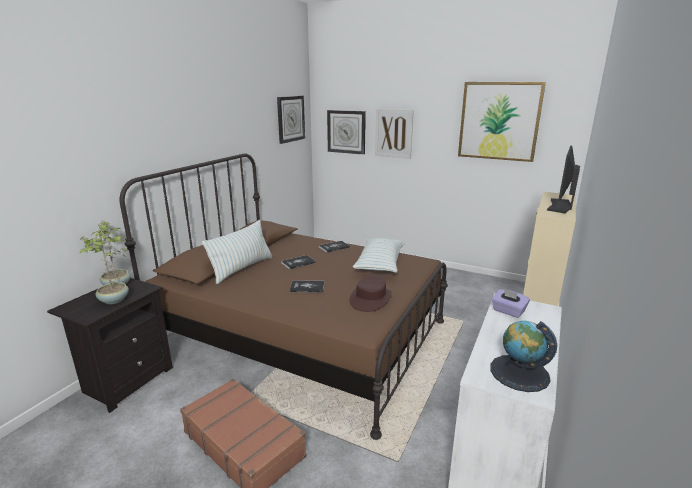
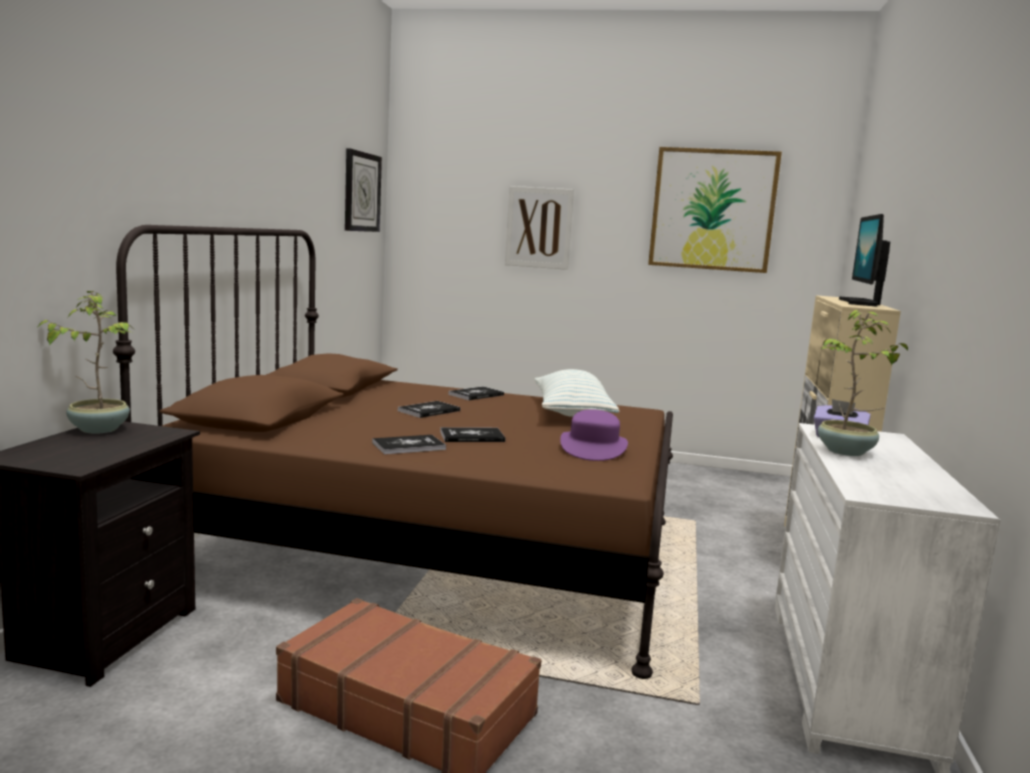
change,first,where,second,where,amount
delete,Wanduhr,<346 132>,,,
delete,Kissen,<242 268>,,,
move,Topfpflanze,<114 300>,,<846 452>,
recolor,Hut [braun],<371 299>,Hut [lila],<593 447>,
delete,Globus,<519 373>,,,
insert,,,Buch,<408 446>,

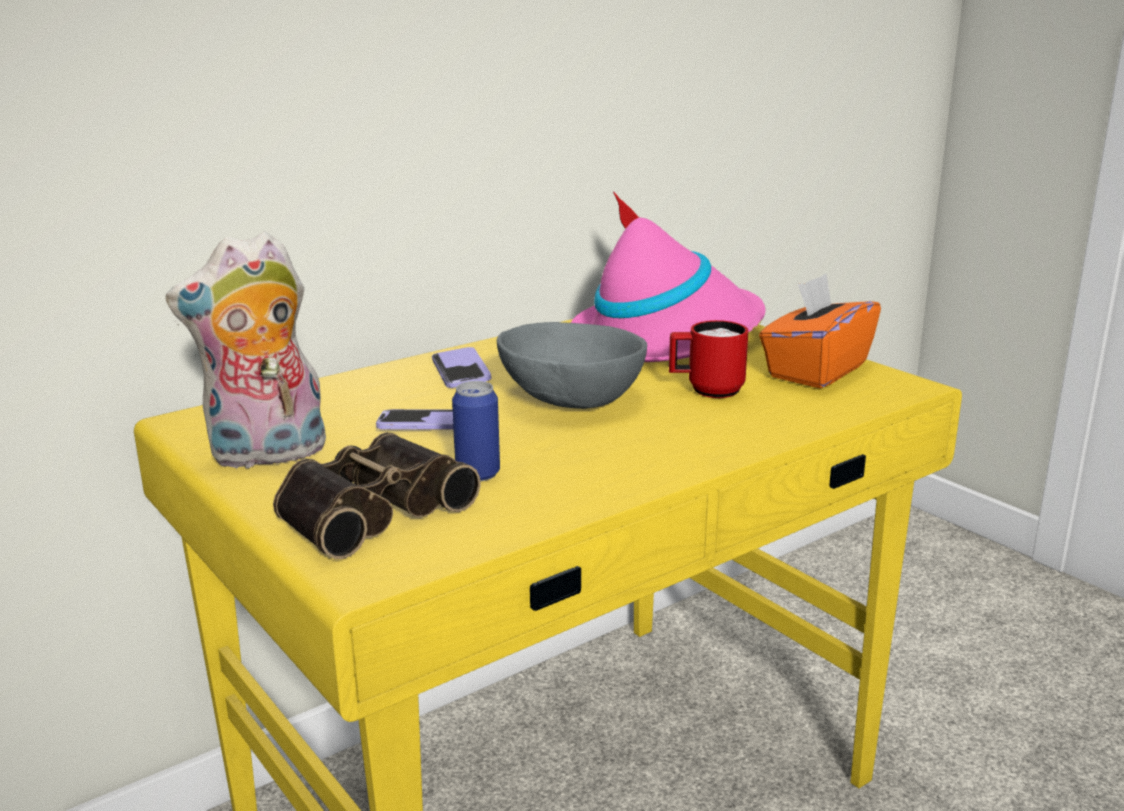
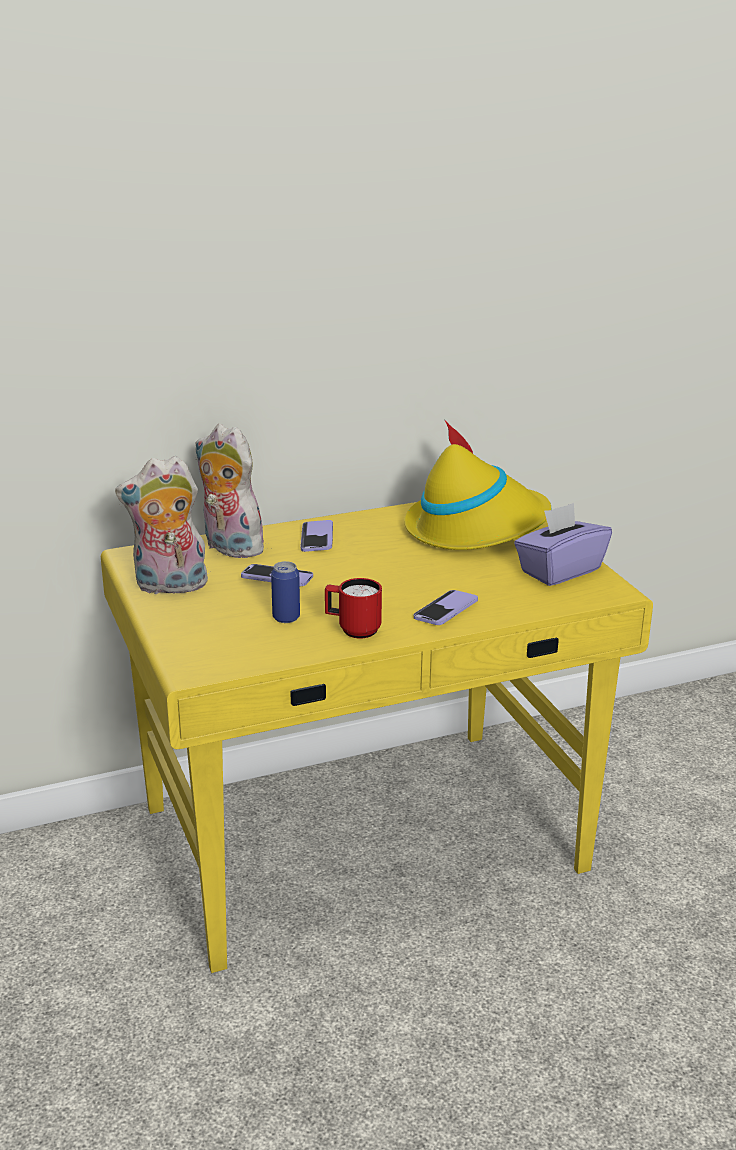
change,first,where,second,where,amount
recolor,Hut [rosa],<667 338>,Hut [gelb],<476 528>,
recolor,Taschentuchbox [orange],<816 370>,Taschentuchbox [lila],<559 570>,
move,Henkelbecher [rot],<706 390>,,<353 629>,
delete,Schüssel [grau],<572 399>,,,
delete,Fernglas,<369 510>,,,
insert,,,Plüschtier,<228 547>,
insert,,,Handy,<446 610>,

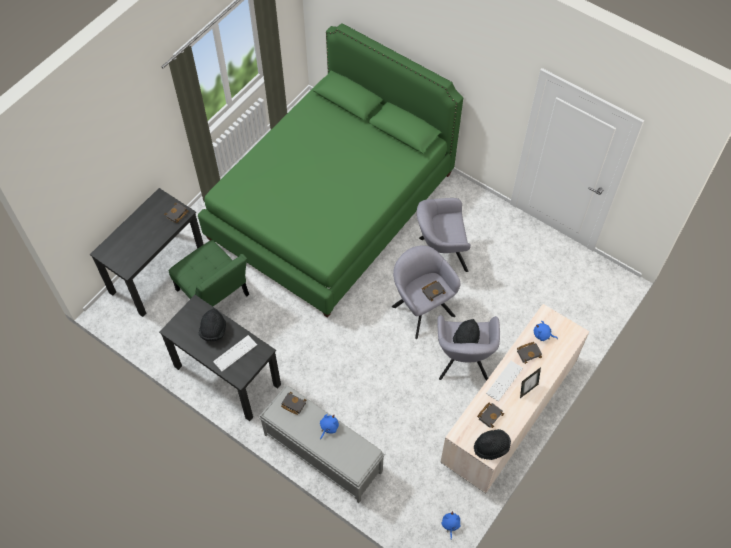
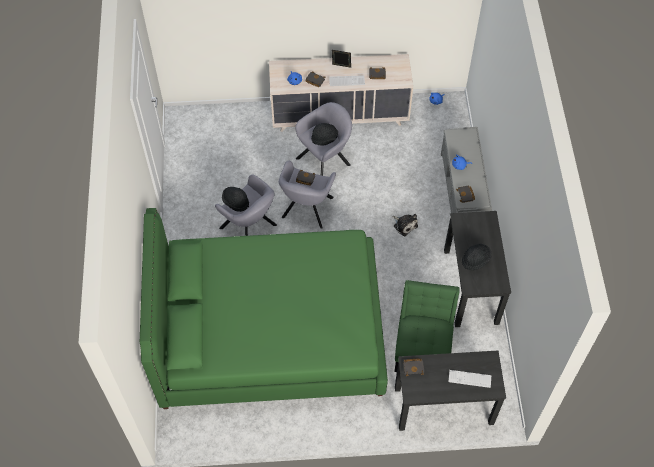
change,first,where,second,where,amount
move,Tastatur,<235 353>,,<469 379>,
move,Hut [schwarz],<491 447>,,<236 202>,
insert,,,Plüschtier,<404 225>,

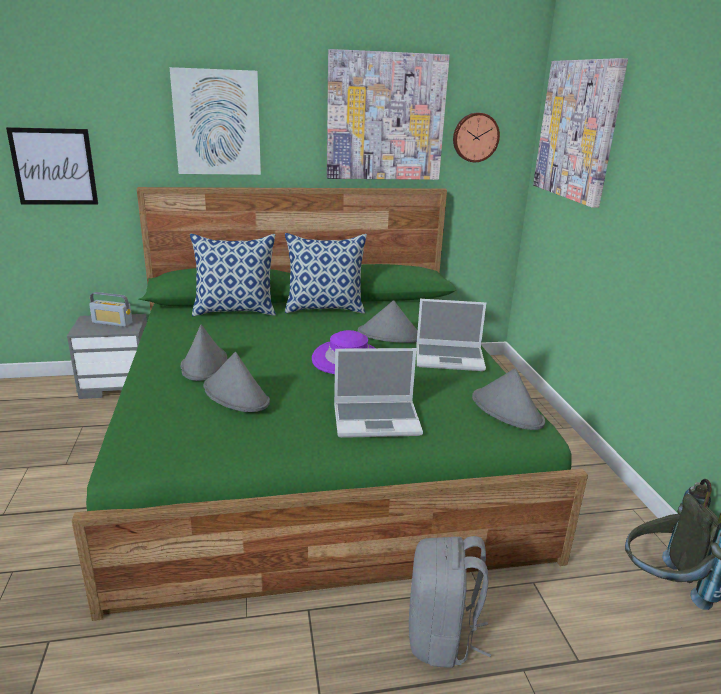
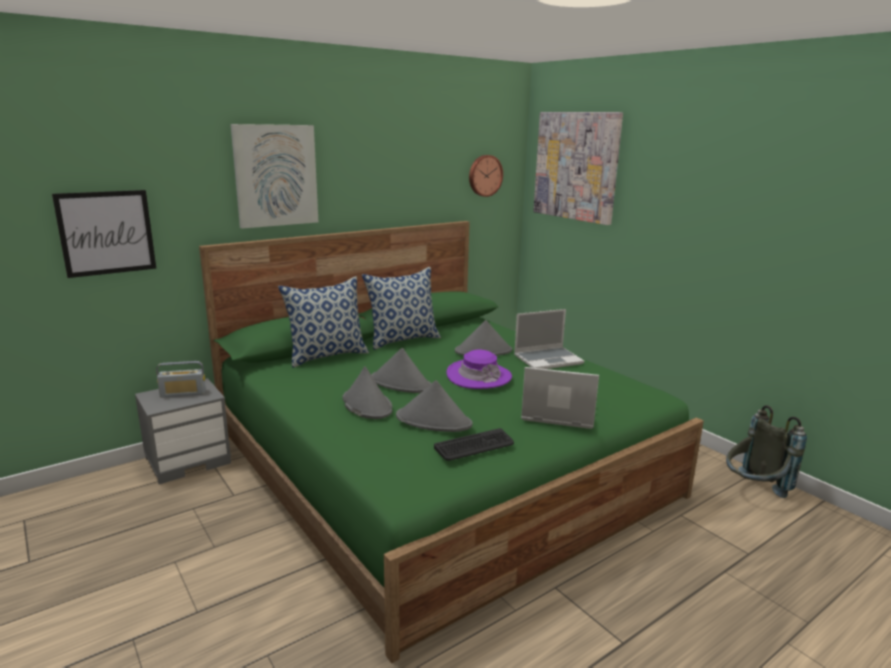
change,first,where,second,where,amount
delete,Bild,<385 117>,,,
rotate,Laptop,<377 420>,,<557 414>,135 degrees counterclockwise
move,Hut [grau],<507 410>,,<401 383>,
delete,Rucksack [grau],<441 637>,,,
insert,,,Tastatur,<474 446>,

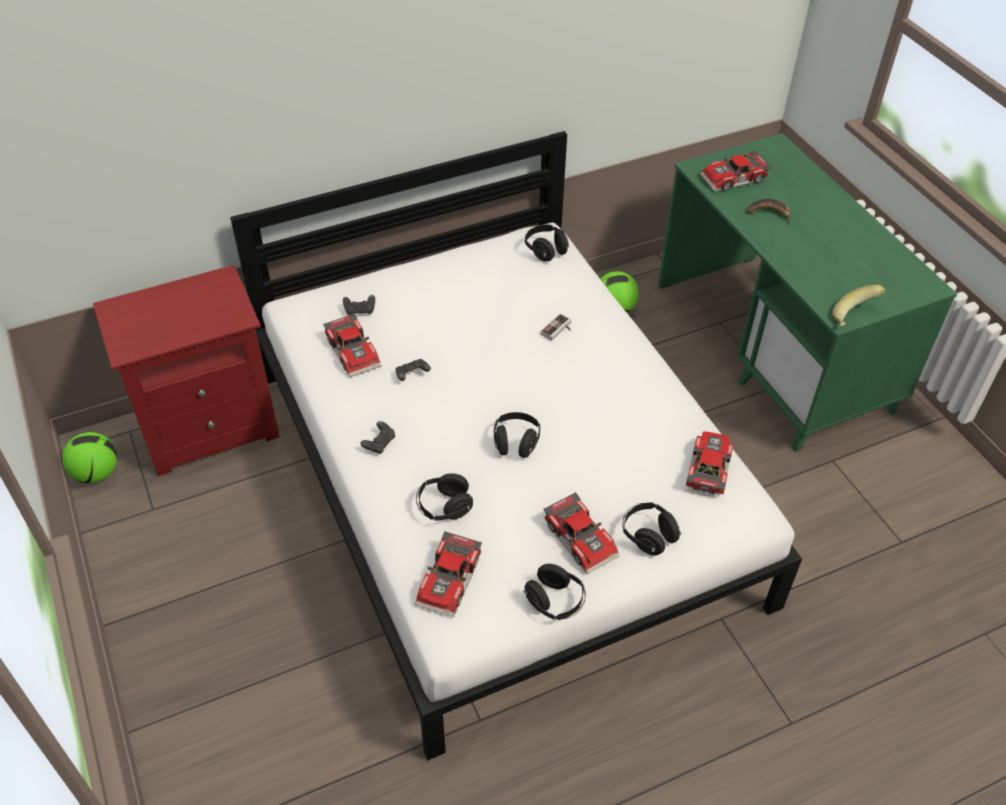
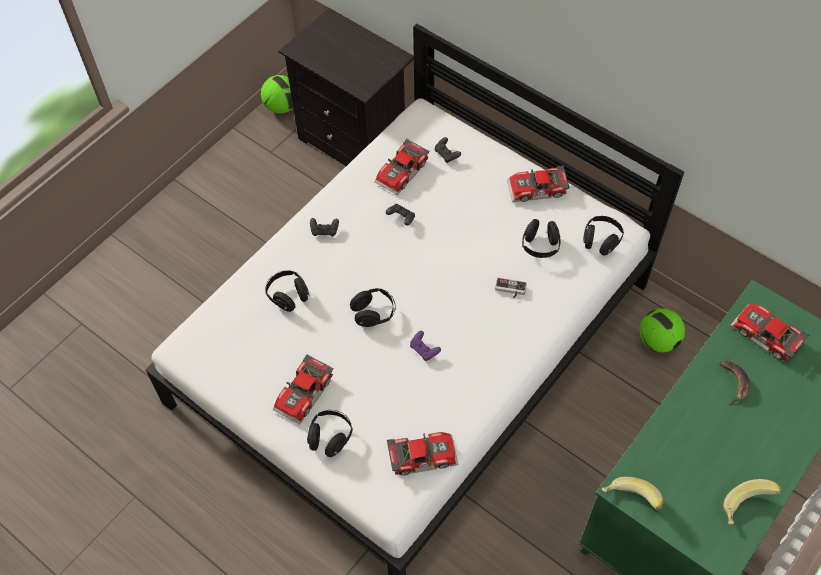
change,first,where,second,where,amount
recolor,Nachttisch [rot],<210 427>,Nachttisch [schwarz],<355 142>,
move,Spielzeugauto,<451 580>,,<537 190>,
move,Kopfhörer [schwarz],<555 602>,,<540 246>,
insert,,,Gamepad [lila],<424 350>,
insert,,,Banane,<746 508>,

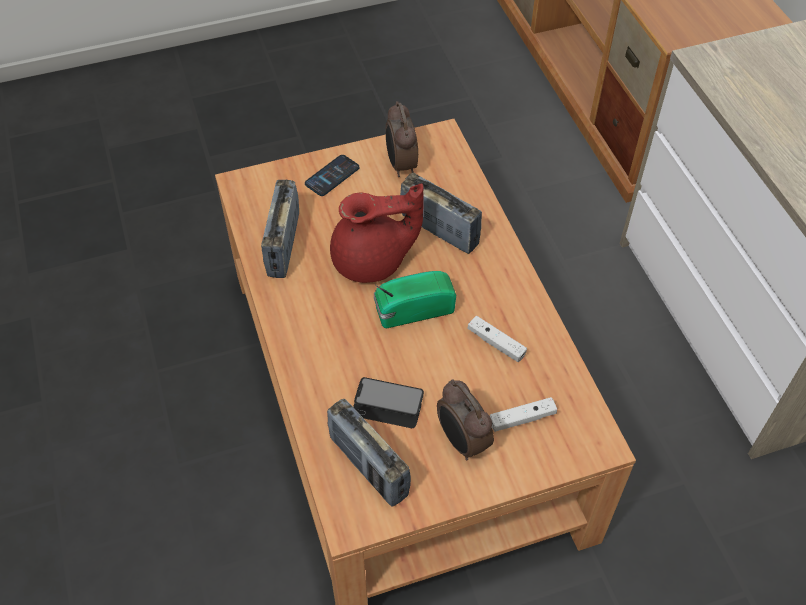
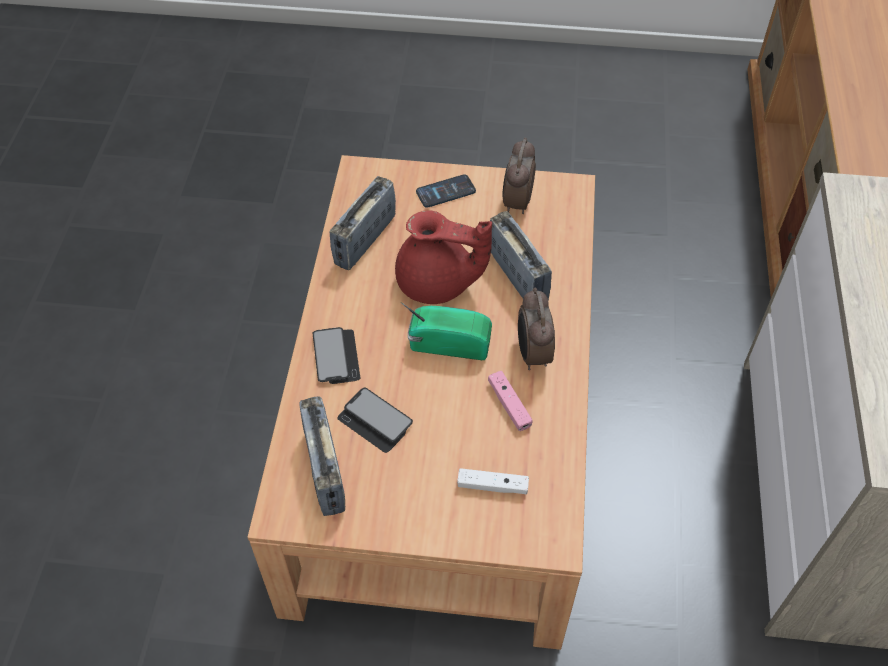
change,first,where,second,where,amount
recolor,Gamepad [weiß],<496 343>,Gamepad [rosa],<509 405>,
move,Wecker,<461 442>,,<532 354>,
insert,,,Handy,<336 357>,

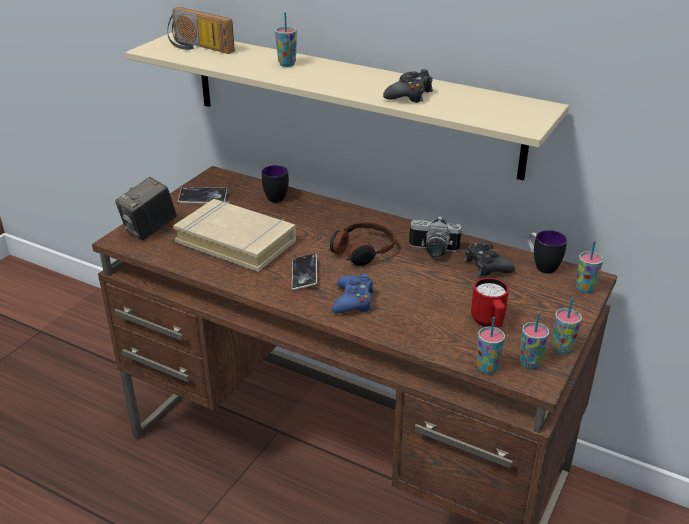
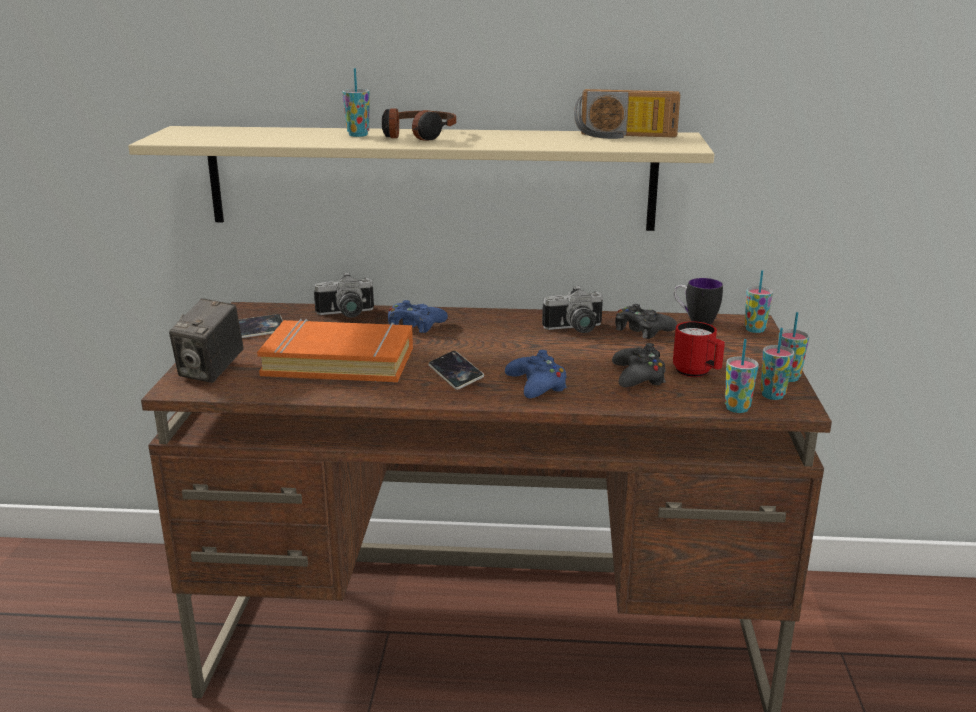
change,first,where,second,where,amount
move,Radio,<198 47>,,<624 136>,
move,Gamepad [schwarz],<409 95>,,<638 376>,
replace,Henkelbecher,<277 196>,Kamera,<346 314>,
recolor,Buch [beige],<236 241>,Buch [orange],<339 361>,
move,Kopfhörer,<361 251>,,<417 135>,
insert,,,Gamepad [blau],<415 325>,

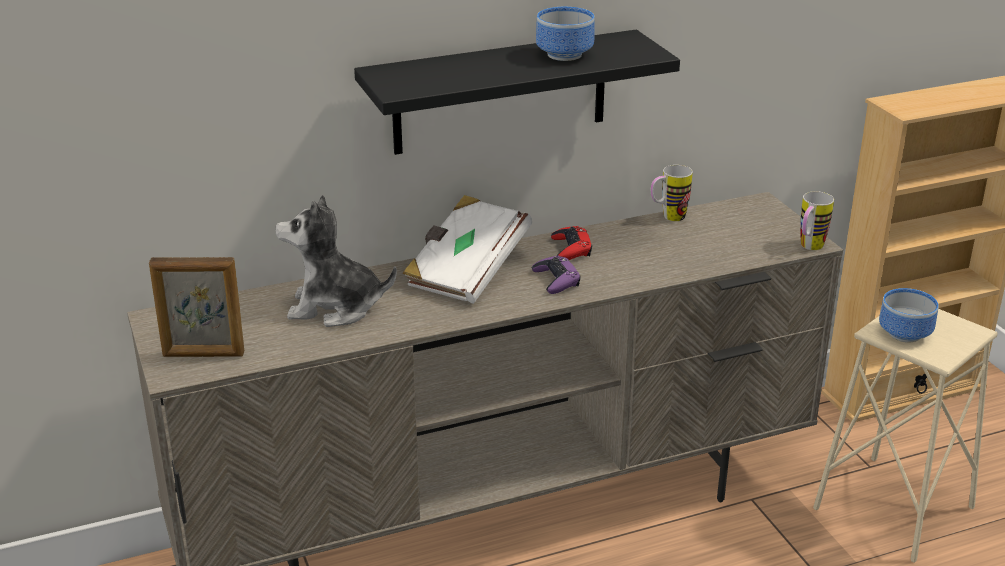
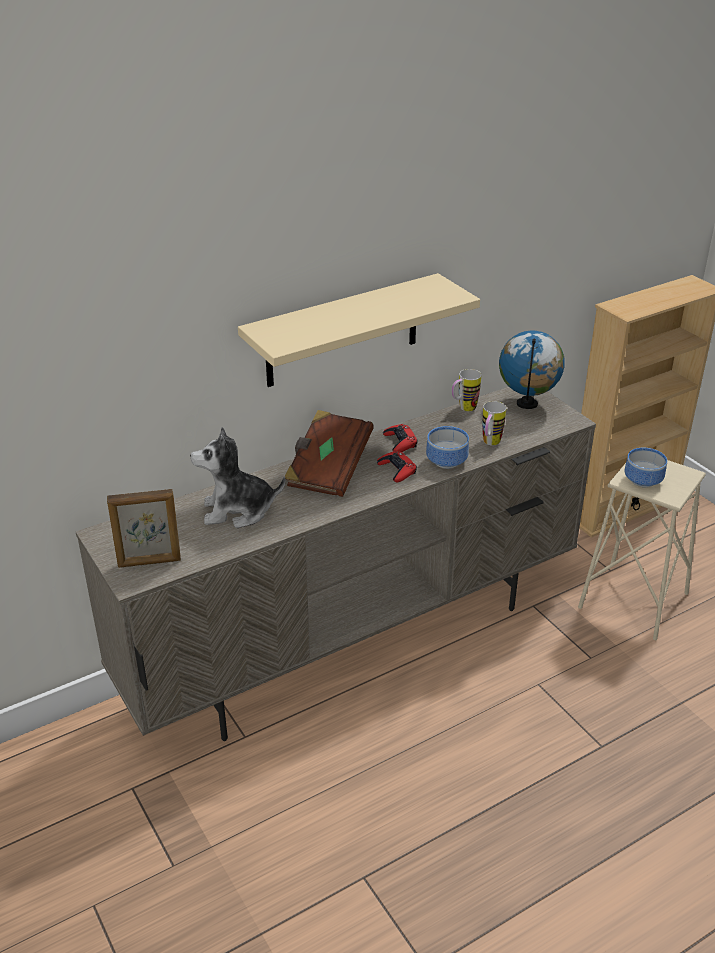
change,first,where,second,where,amount
move,Schüssel,<566 54>,,<447 460>,
recolor,Wandregal [schwarz],<500 92>,Wandregal [beige],<342 331>,
move,Henkelbecher,<809 248>,,<489 444>,
recolor,Buch [weiß],<466 271>,Buch [braun],<328 469>,
recolor,Gamepad [lila],<556 280>,Gamepad [rot],<397 470>,
insert,,,Globus,<527 404>,

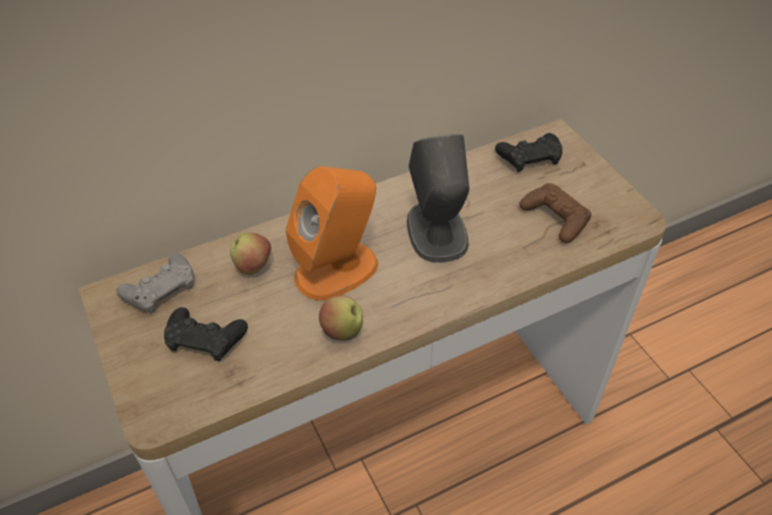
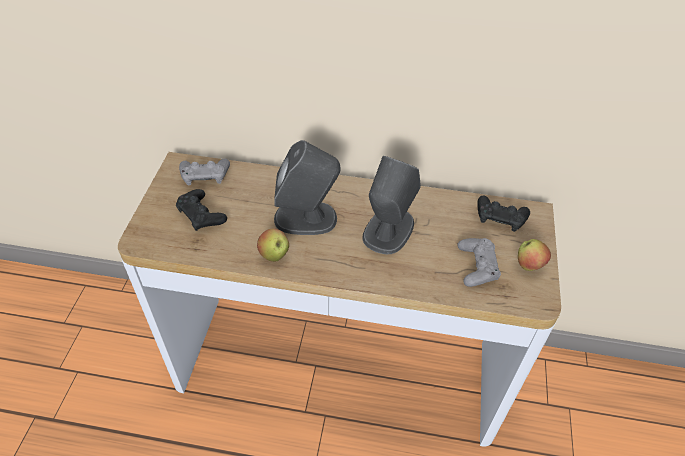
change,first,where,second,where,amount
recolor,Lautsprecher [orange],<337 269>,Lautsprecher [grau],<306 218>,
recolor,Gamepad [braun],<555 218>,Gamepad [grau],<477 266>,
move,Apfel,<253 266>,,<529 265>,

